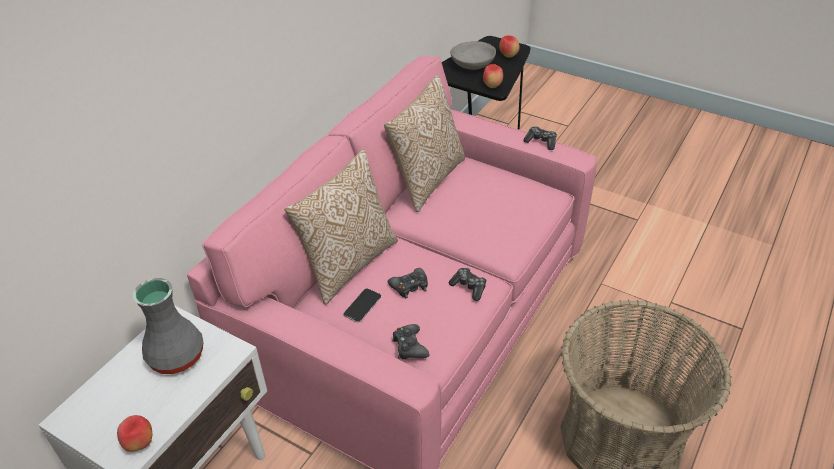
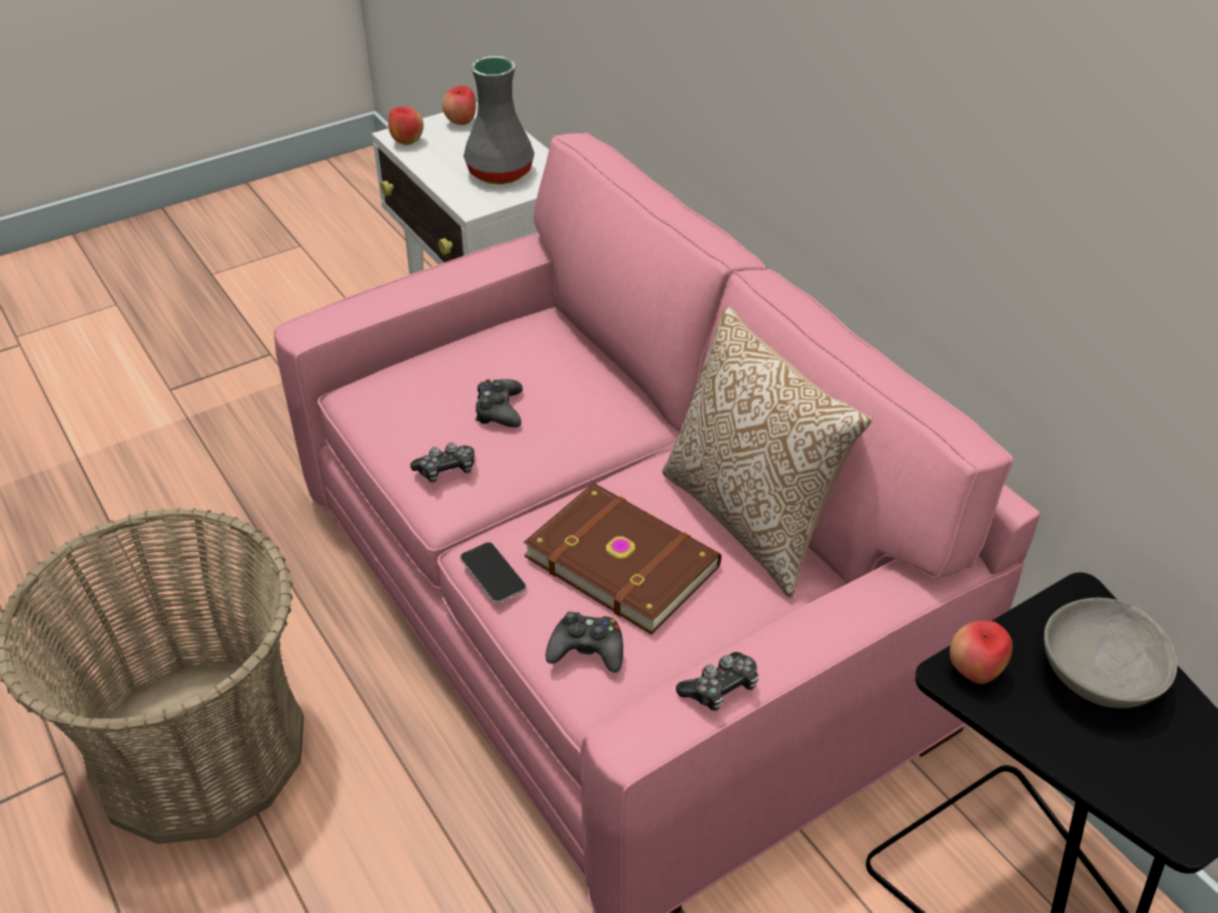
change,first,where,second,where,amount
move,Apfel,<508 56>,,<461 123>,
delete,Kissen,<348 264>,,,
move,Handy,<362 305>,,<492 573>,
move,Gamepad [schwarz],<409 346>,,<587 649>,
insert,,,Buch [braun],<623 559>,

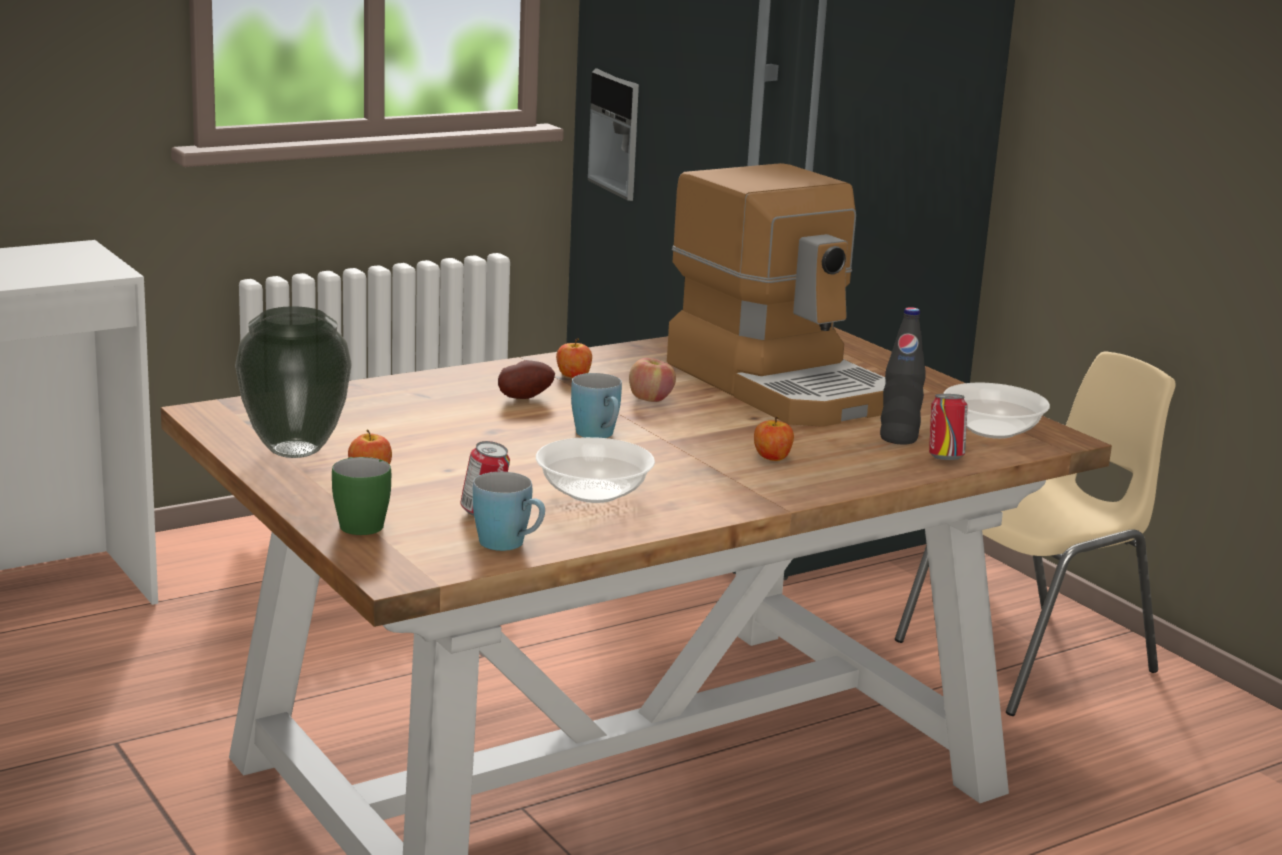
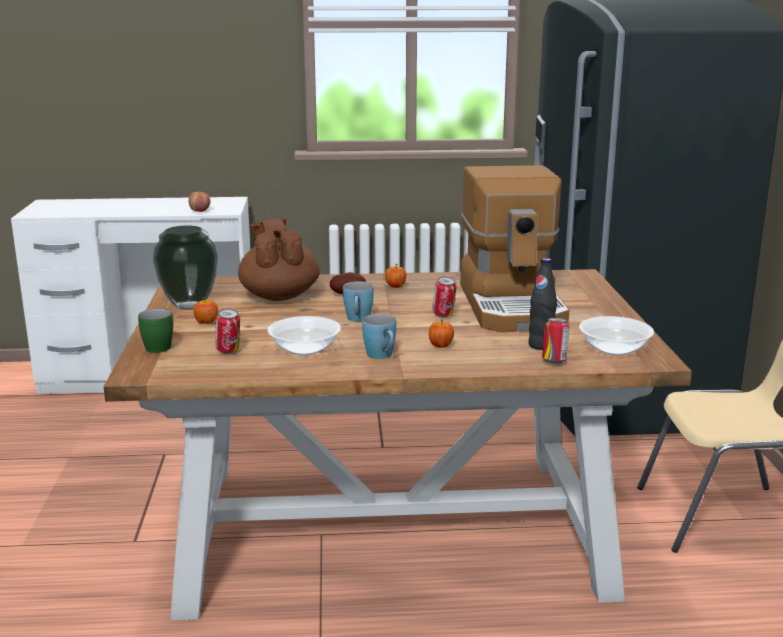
change,first,where,second,where,amount
move,Apfel,<650 399>,,<200 211>,
move,Henkelbecher [blau],<510 545>,,<382 356>,
insert,,,Teekanne [braun],<279 296>,
insert,,,Dose,<443 315>,

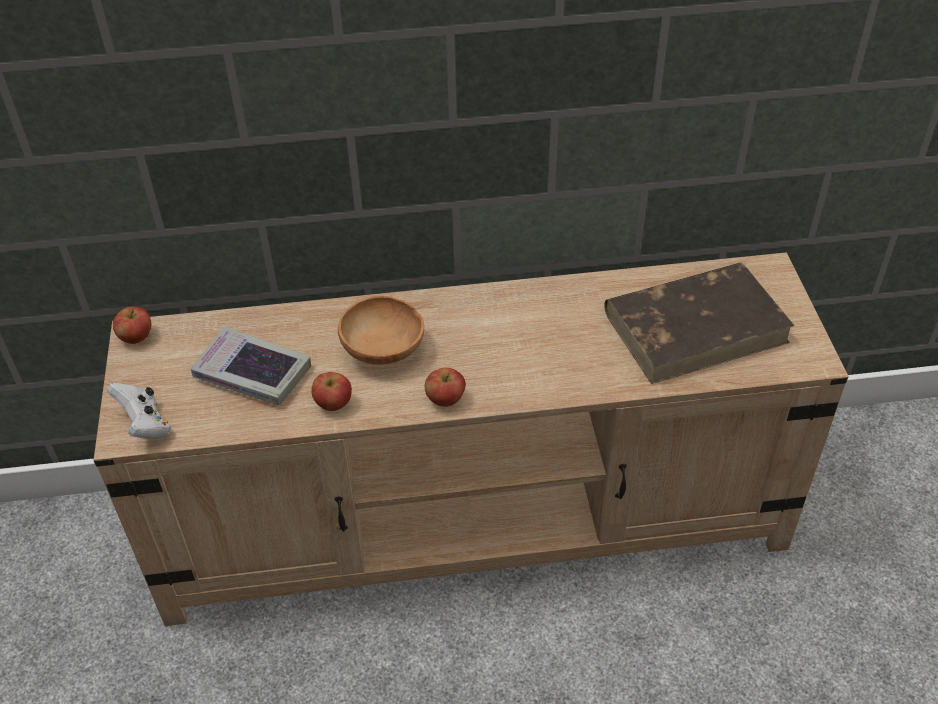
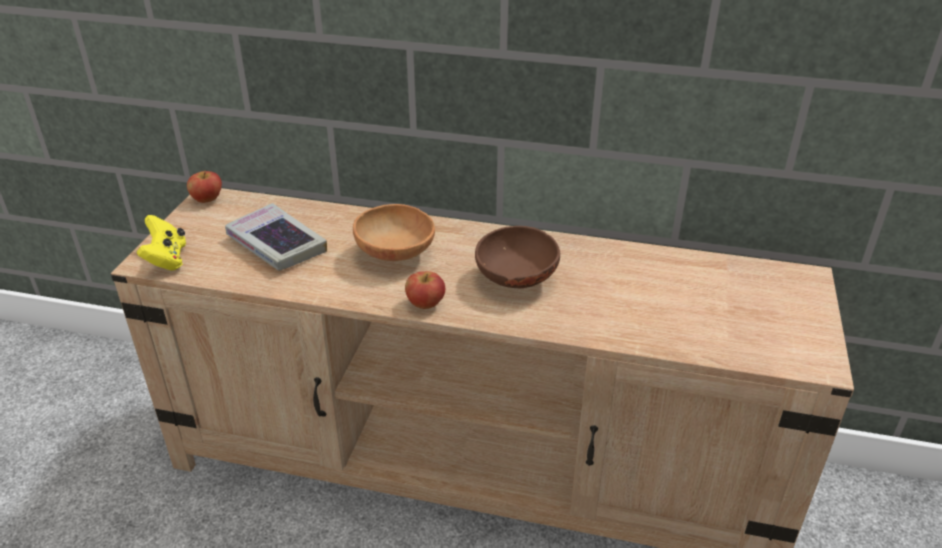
change,first,where,second,where,amount
delete,Buch [braun],<696 326>,,,
delete,Apfel,<333 403>,,,
recolor,Gamepad [weiß],<145 425>,Gamepad [gelb],<167 259>,
insert,,,Schüssel [braun],<514 280>,

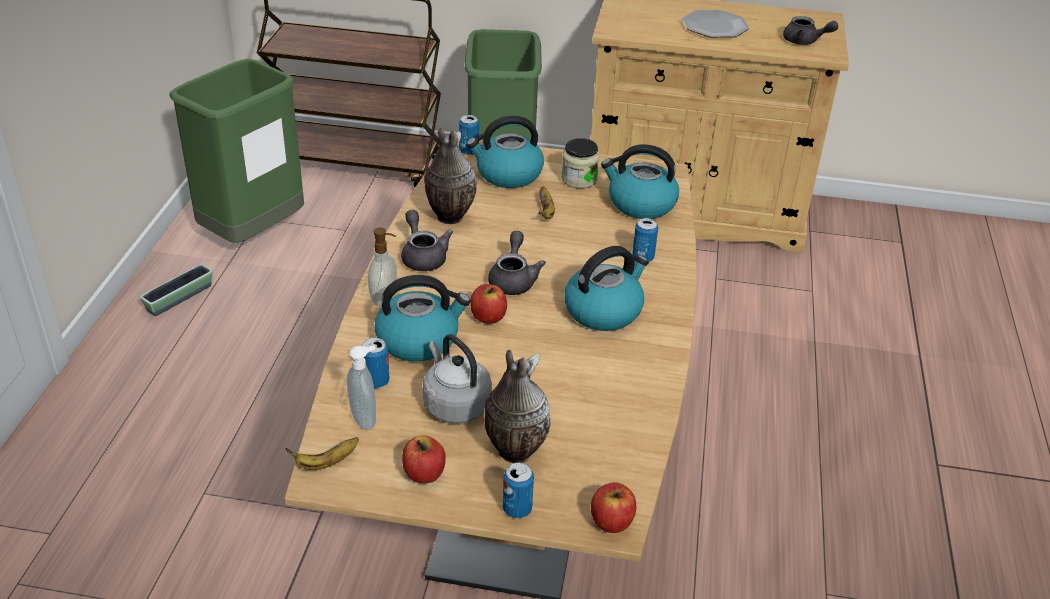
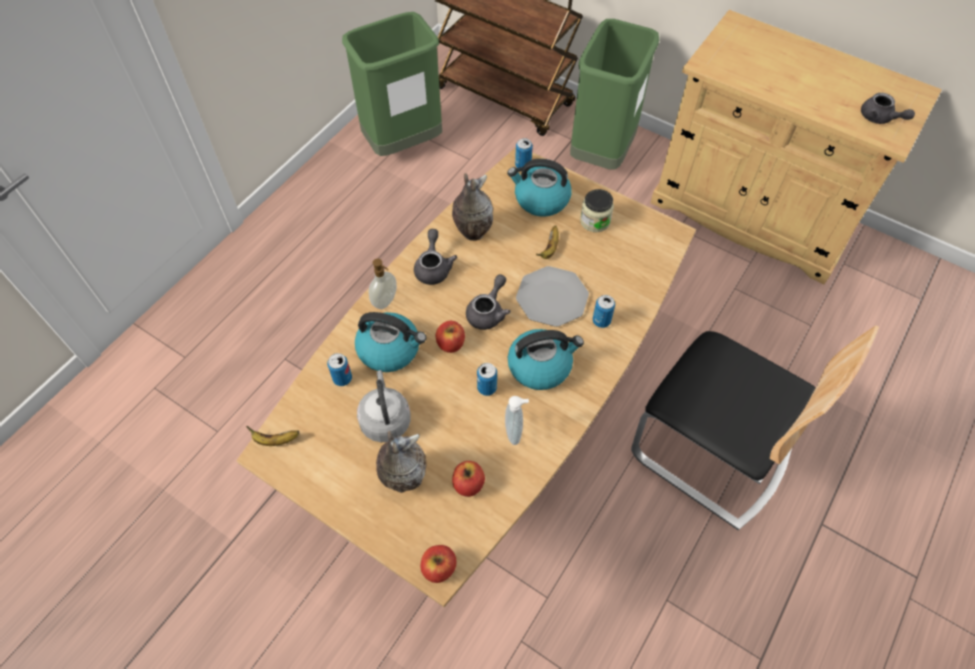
change,first,where,second,where,amount
move,Teller,<714 26>,,<552 297>,
delete,Wasserkessel,<640 204>,,,
delete,Pflanzkübel,<179 298>,,,
move,Seifenspender,<365 419>,,<515 432>,
move,Apfel,<424 473>,,<468 484>,
move,Dose,<517 509>,,<487 388>,
insert,,,Stuhl,<711 452>,

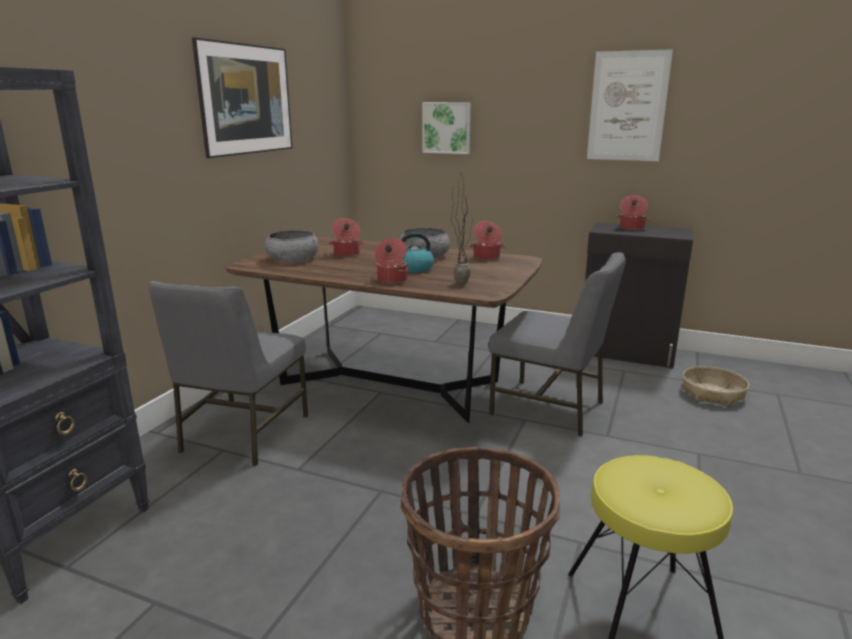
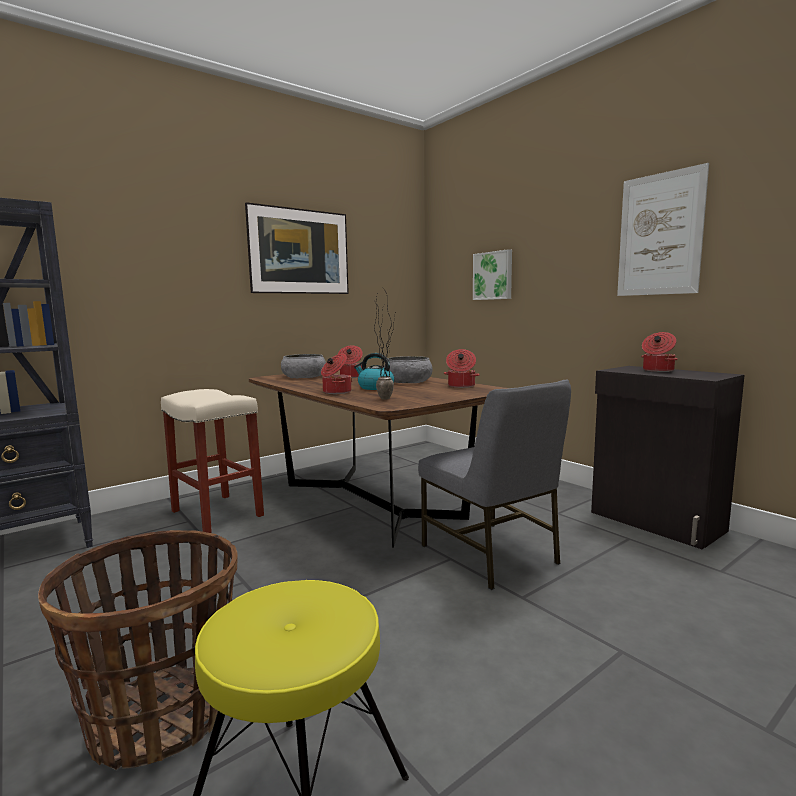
change,first,where,second,where,amount
replace,Stuhl [grau],<242 434>,Hocker [beige],<216 513>,
delete,Korb,<713 393>,,,

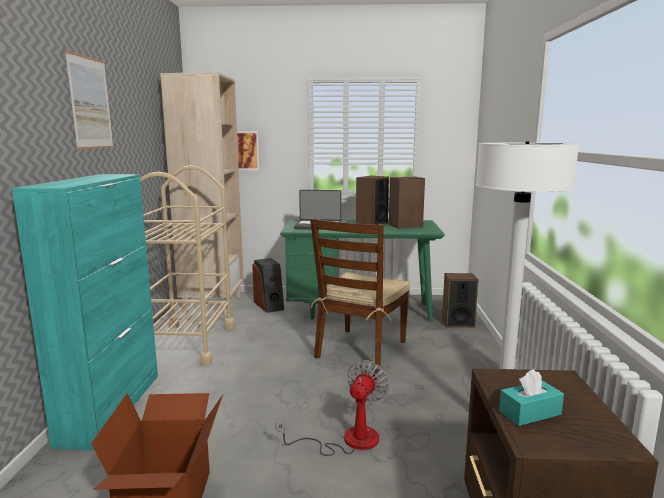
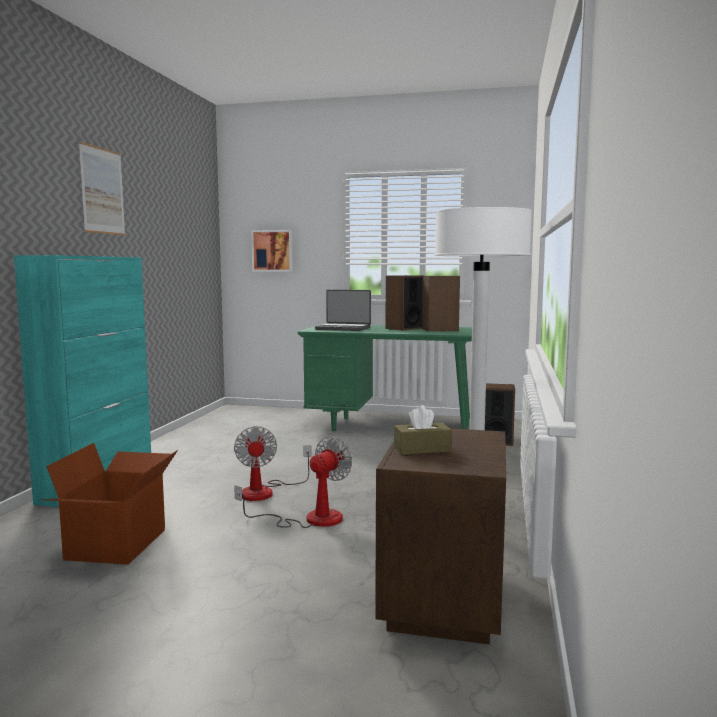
change,first,where,second,where,amount
delete,Bücherregal [beige],<212 305>,,,
delete,Rollwagen [beige],<188 343>,,,
delete,Stuhl [braun],<361 350>,,,
delete,Lautsprecher,<269 305>,,,
recolor,Taschentuchbox [türkis],<530 413>,Taschentuchbox [braun],<422 449>,
insert,,,Ventilator,<266 491>,

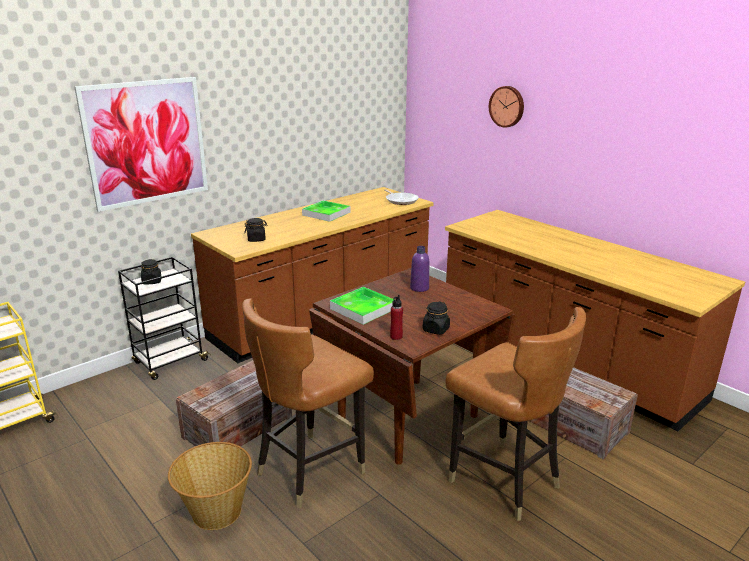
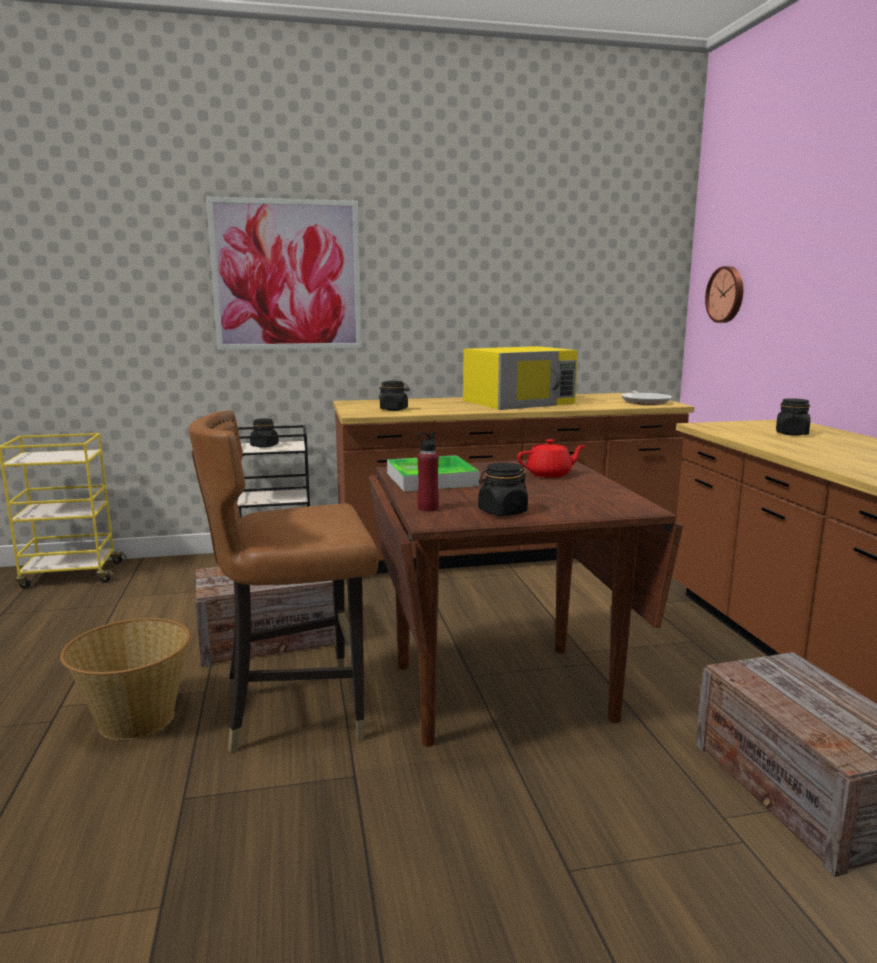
change,first,where,second,where,amount
move,Wanduhr,<507 106>,,<726 294>,
replace,Tablett,<326 214>,Mikrowelle [gelb],<519 402>,
replace,Flasche [lila],<419 288>,Teekanne [rot],<550 474>,
delete,Stuhl [braun],<503 481>,,,
insert,,,Vorratsglas [schwarz],<791 434>,

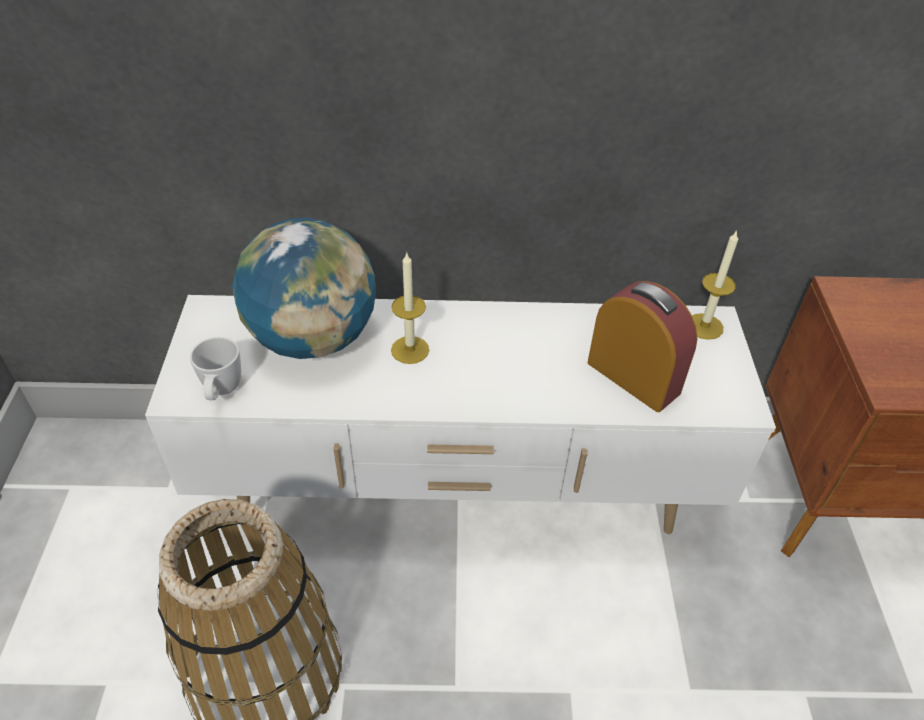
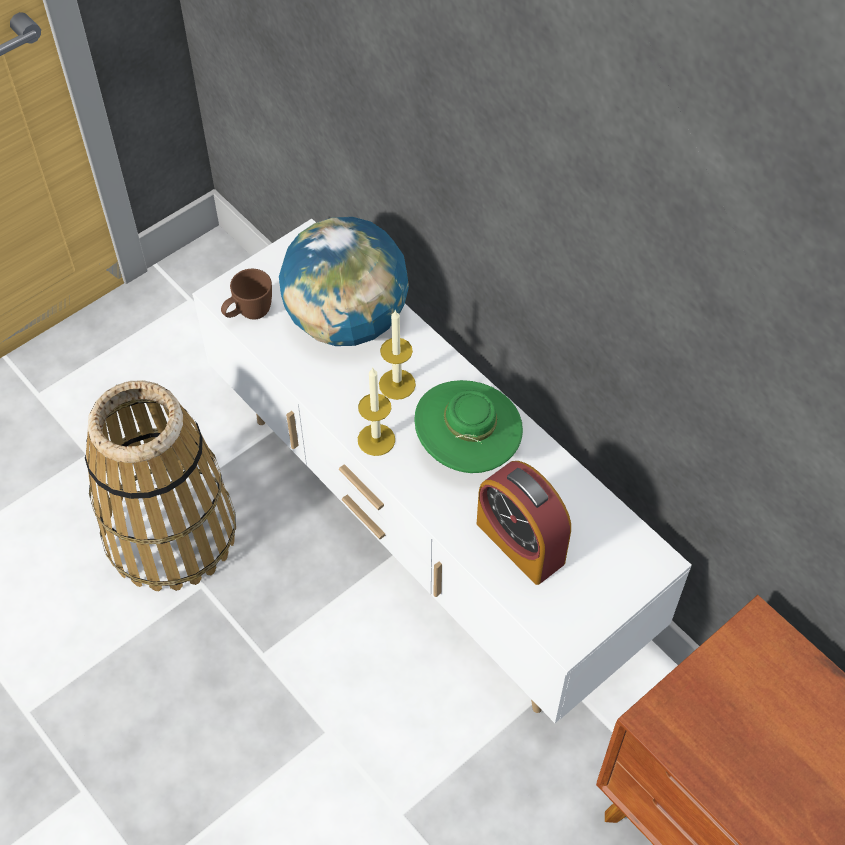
change,first,where,second,where,amount
move,Kerze,<704 326>,,<376 439>,
rotate,Wecker,<633 377>,,<520 542>,135 degrees clockwise
recolor,Henkelbecher [weiß],<222 392>,Henkelbecher [braun],<248 314>,
insert,,,Hut [grün],<467 447>,

